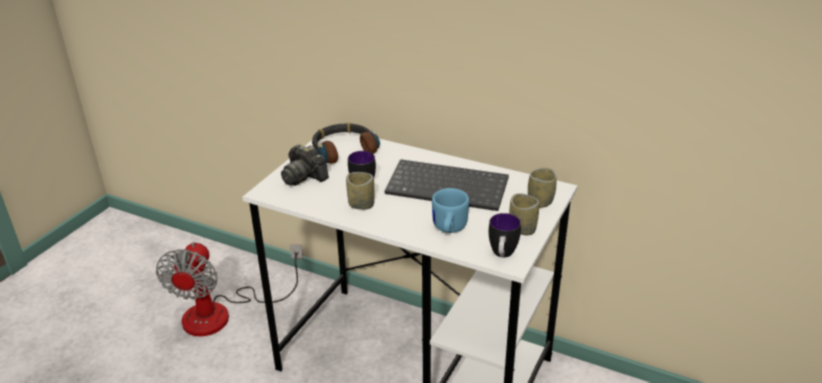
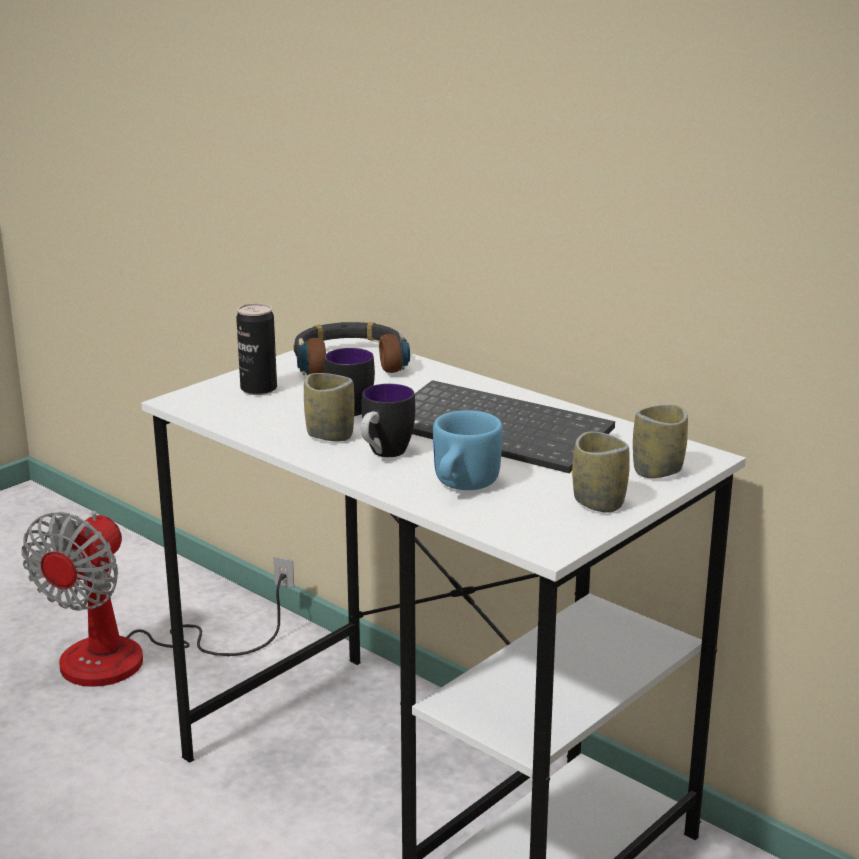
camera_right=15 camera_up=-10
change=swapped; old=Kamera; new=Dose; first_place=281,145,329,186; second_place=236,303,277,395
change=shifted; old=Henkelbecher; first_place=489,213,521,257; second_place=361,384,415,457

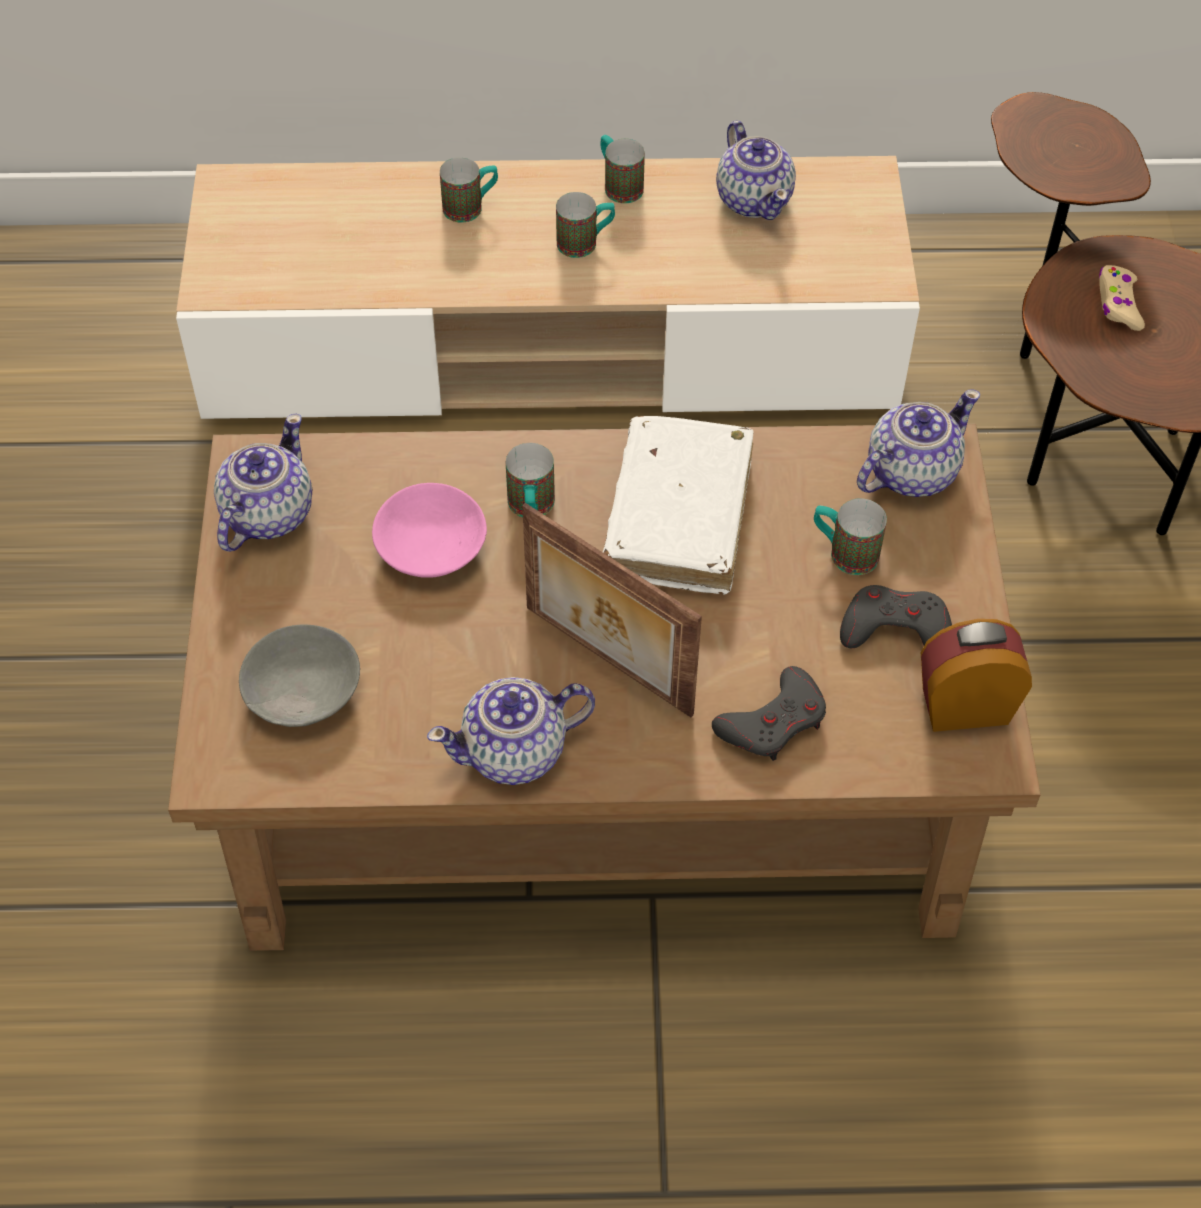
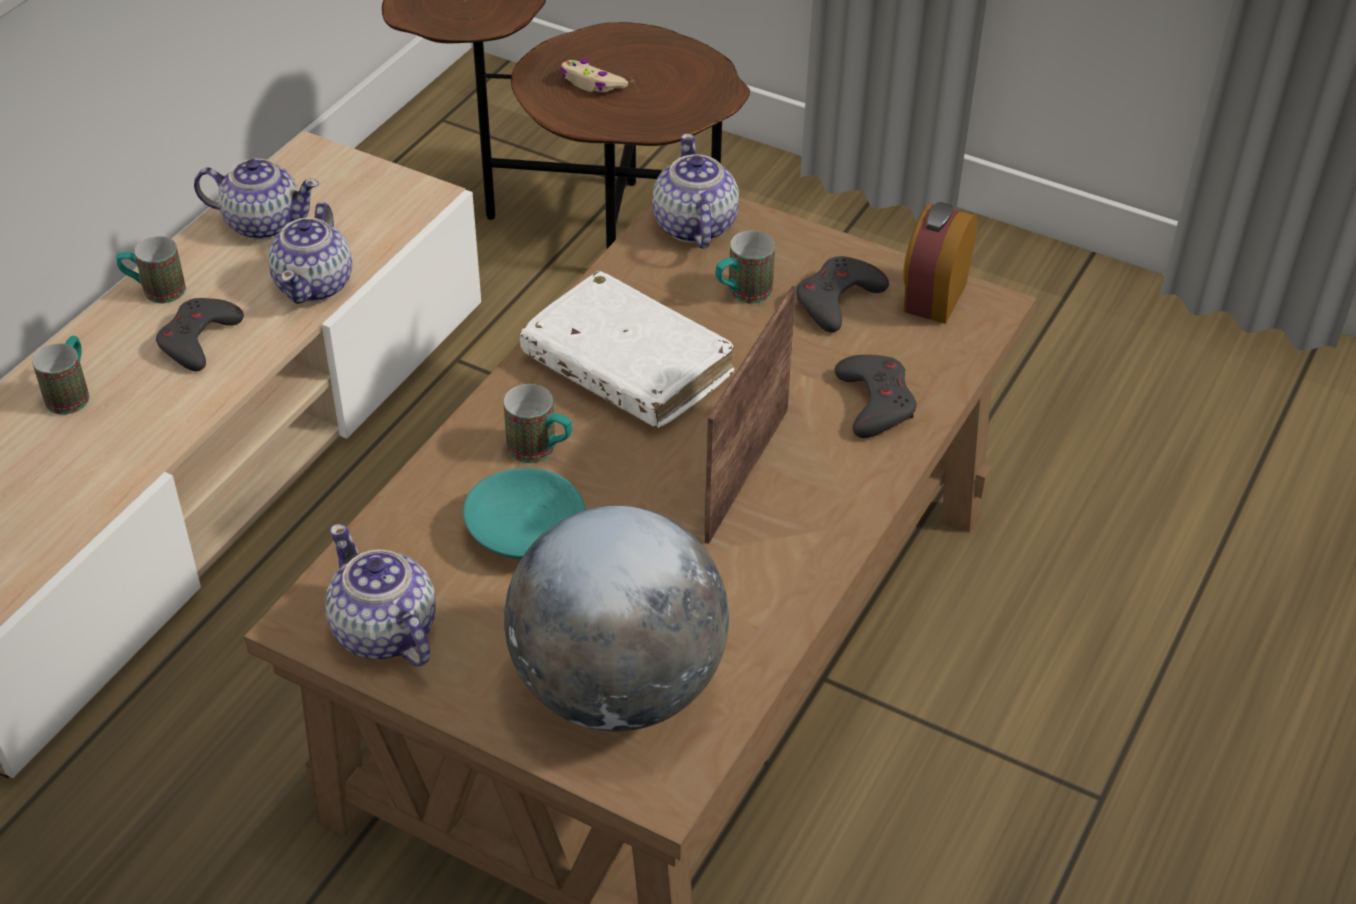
camera_right=-60 camera_up=-10
change=swapped; old=Henkelbecher; new=Gamepad/grau; first_place=556,192,615,258; second_place=156,298,244,371
change=repainted; old=Schüssel/rosa; new=Schüssel/türkis; first_place=372,483,487,578; second_place=463,468,585,559
change=rotated; old=Bilderrahmen; first_place=522,503,702,717; second_place=704,286,796,544; degrees=135
change=swapped; old=Schüssel/grau; new=Globus; first_place=239,625,360,727; second_place=504,506,729,732
change=shifted; old=Teekanne; first_place=427,677,595,785; second_place=268,202,352,304

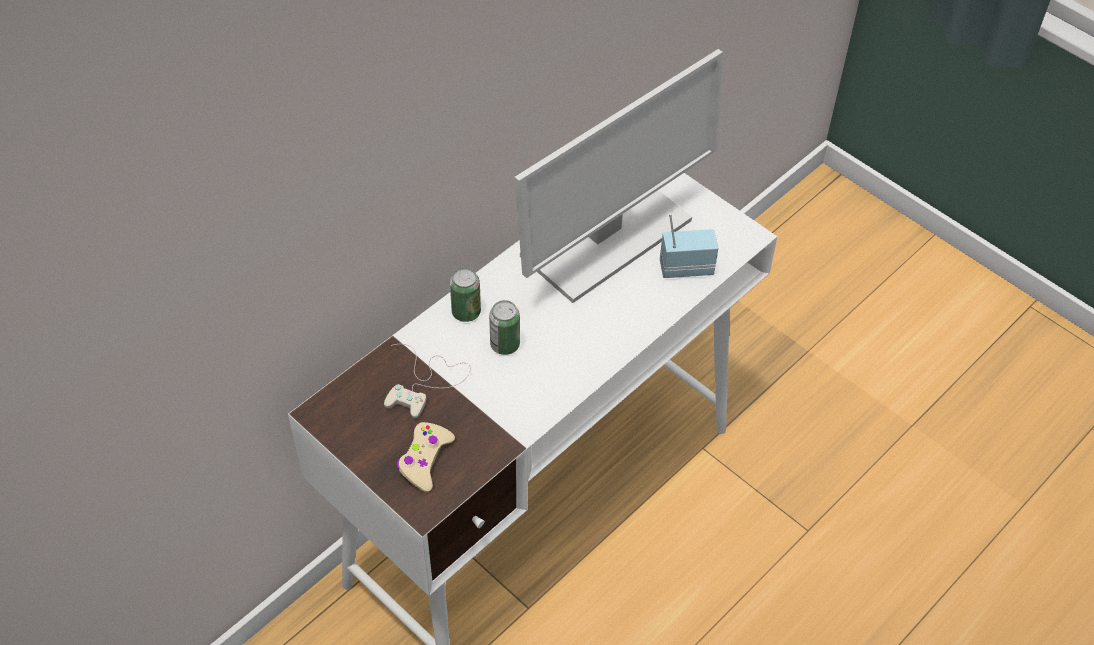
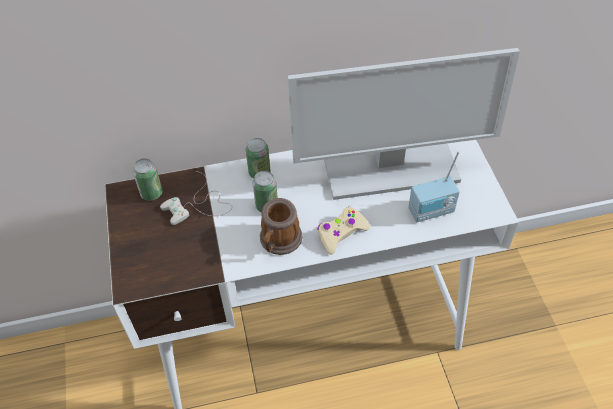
camera_right=35 camera_up=0
change=rotated; old=Radio; first_place=660,213,718,278; second_place=408,151,460,222; degrees=135
change=shifted; old=Gamepad/beige; first_place=397,422,455,492; second_place=317,207,370,255
change=new; new=Dose; second_place=133,158,163,201
change=new; new=Henkelbecher; second_place=260,198,303,255

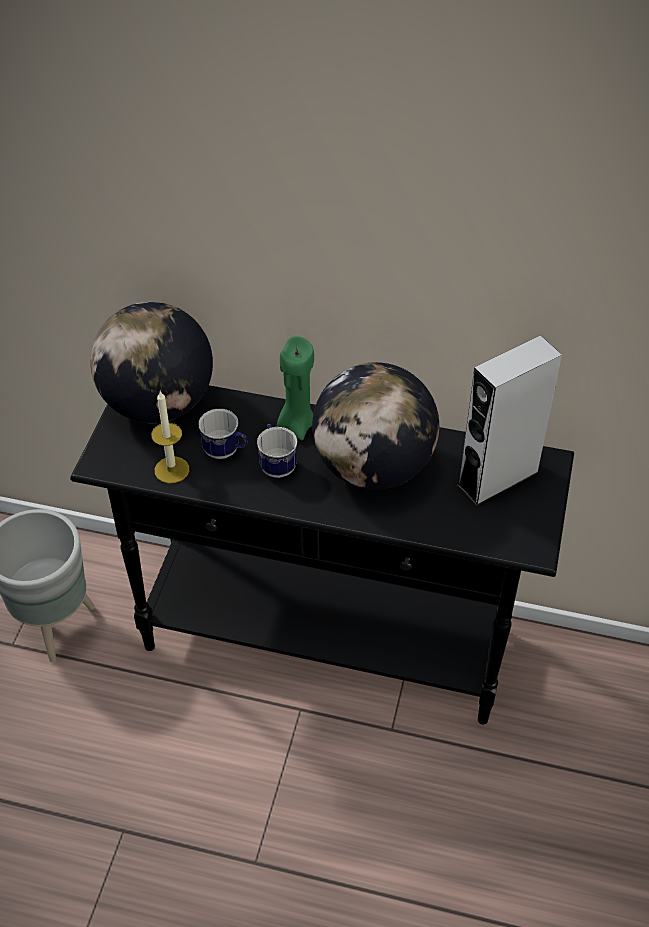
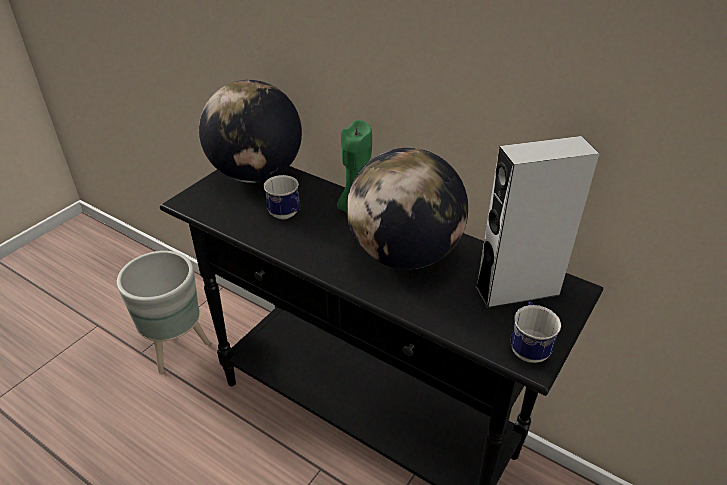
camera_right=20 camera_up=-10
change=gone; old=Kerze; first_place=151,391,189,483
change=shifted; old=Henkelbecher; first_place=257,424,297,478; second_place=511,302,561,363

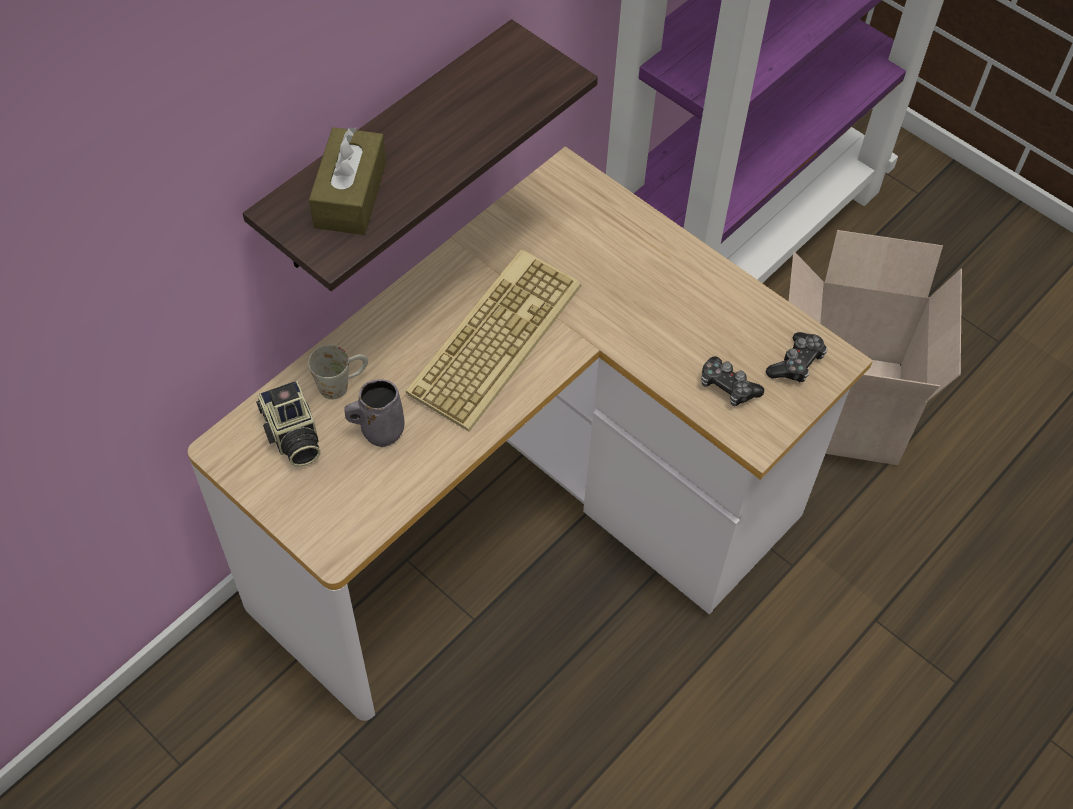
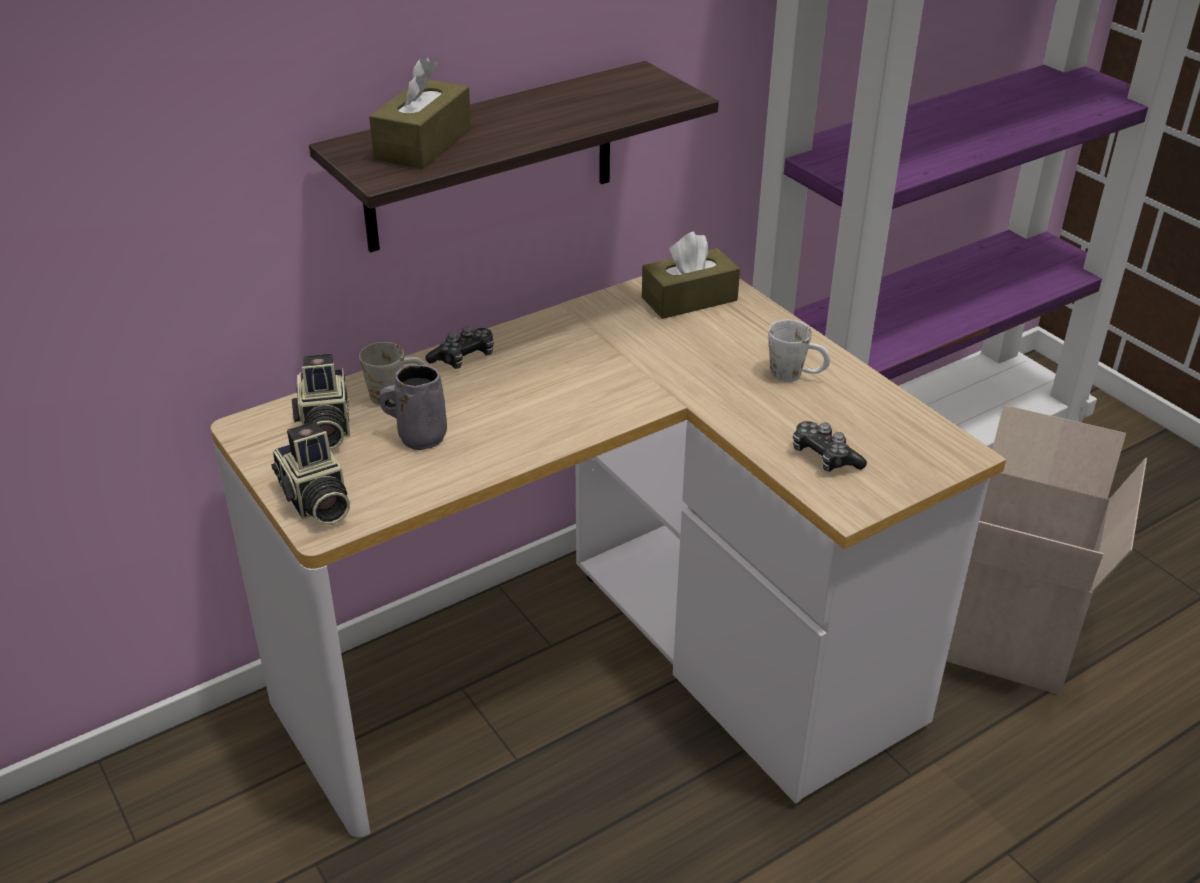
camera_right=15 camera_up=-20
change=gone; old=Tastatur; first_place=406,249,581,432
change=shifted; old=Gamepad; first_place=766,332,827,382; second_place=425,326,494,369
change=new; new=Taschentuchbox/braun; second_place=642,231,740,319
change=new; new=Henkelbecher/weiß; second_place=768,320,830,382
change=new; new=Kamera; second_place=271,421,350,525

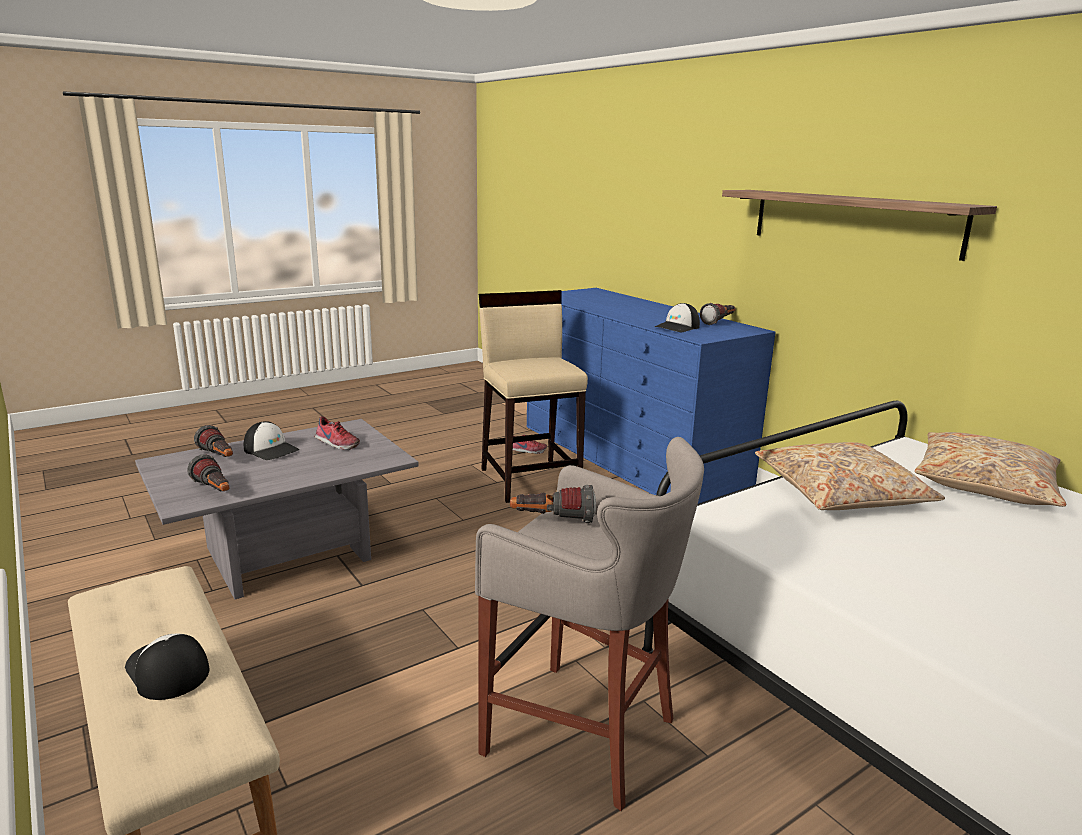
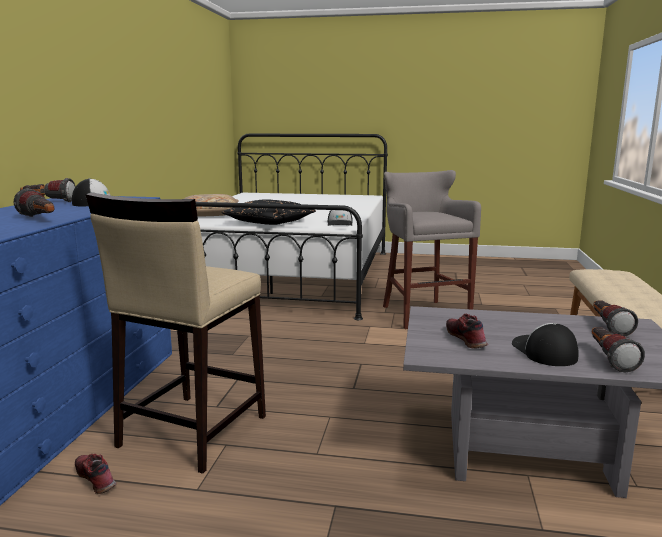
camera_right=-135 camera_up=-5
change=gone; old=Wandregal; first_place=722,190,997,261
change=repainted; old=Kissen/beige; new=Kissen/schwarz; first_place=755,442,945,510; second_place=222,199,316,225
change=shifted; old=Taschenlampe; first_place=510,485,596,523; second_place=14,188,54,217
change=shifted; old=Kappe; first_place=125,634,209,700; second_place=328,210,353,226

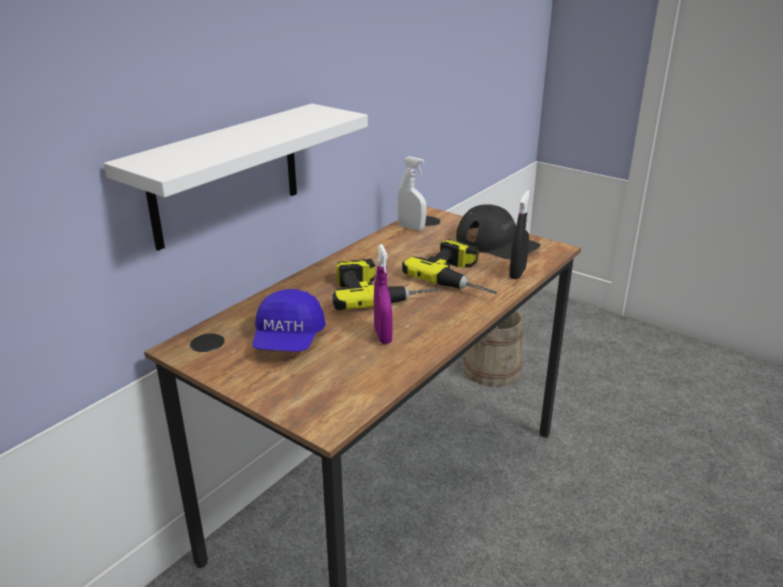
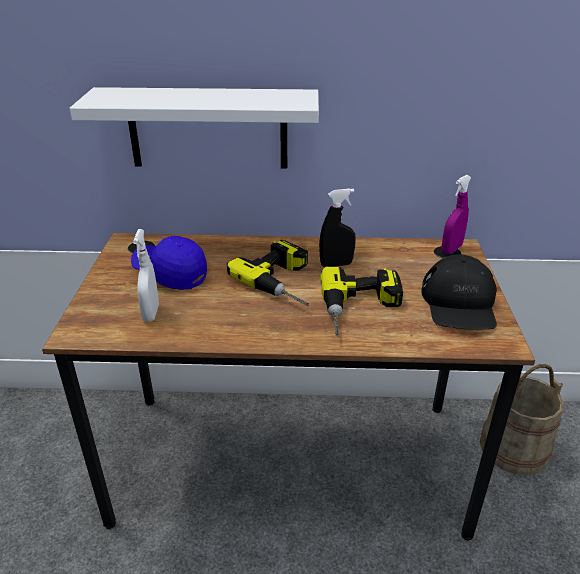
camera_right=55 camera_up=5
change=shifted; old=Sprühflasche/weiß; first_place=397,156,426,231; second_place=133,229,159,322
change=shifted; old=Sprühflasche/schwarz; first_place=509,190,530,279; second_place=319,188,356,267
change=shifted; old=Sprühflasche/lila; first_place=374,244,392,344; second_place=442,175,471,254
change=rotated; old=Kappe/blau; first_place=253,289,326,351; second_place=131,236,207,290; degrees=60

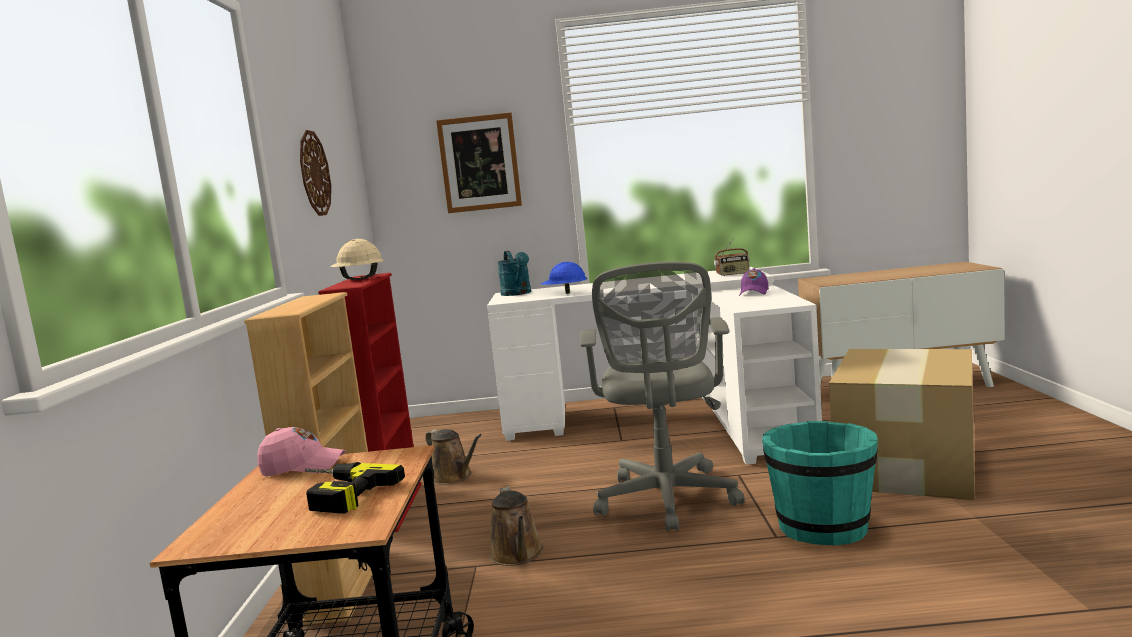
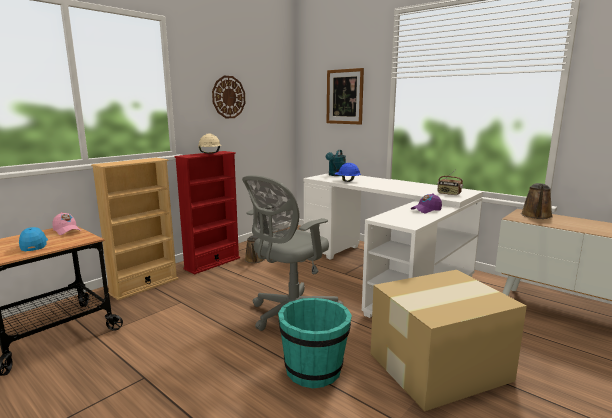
camera_right=40 camera_up=5
change=swapped; old=Bohrmaschine; new=Kappe/blau; first_place=305,462,405,513; second_place=19,227,48,251
change=shifted; old=Gießkanne/braun; first_place=489,487,543,566; second_place=521,183,553,219

